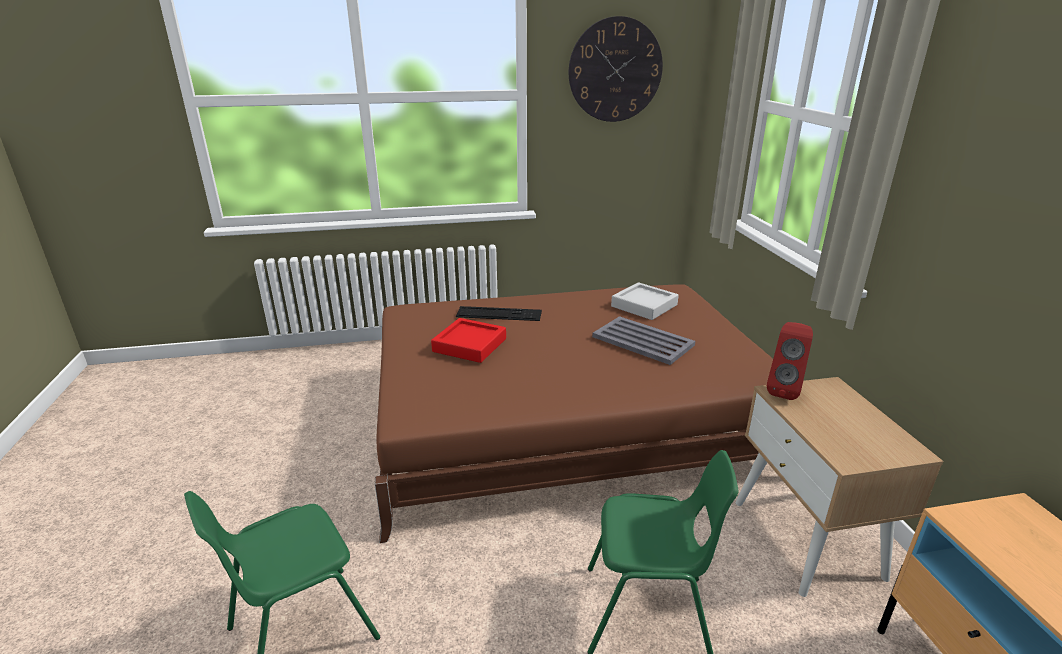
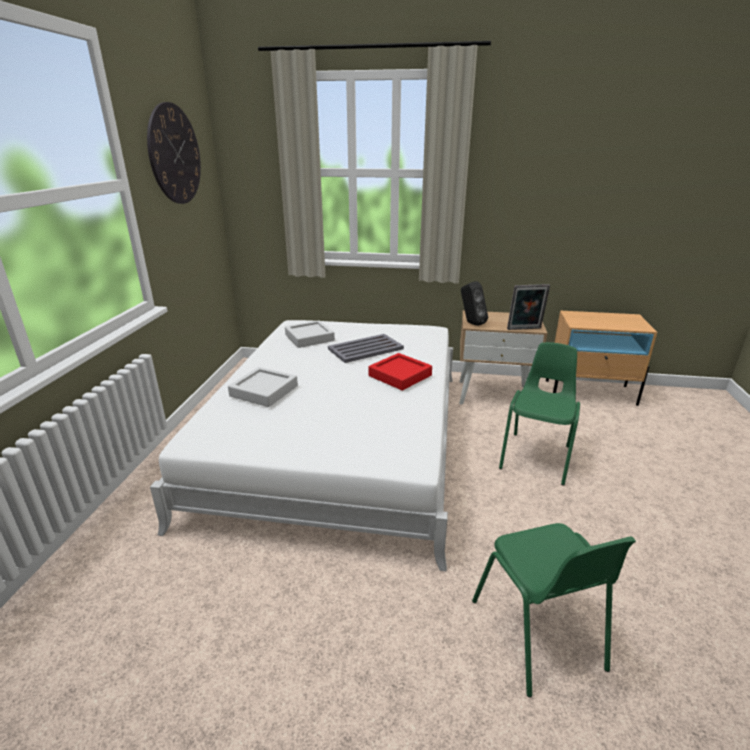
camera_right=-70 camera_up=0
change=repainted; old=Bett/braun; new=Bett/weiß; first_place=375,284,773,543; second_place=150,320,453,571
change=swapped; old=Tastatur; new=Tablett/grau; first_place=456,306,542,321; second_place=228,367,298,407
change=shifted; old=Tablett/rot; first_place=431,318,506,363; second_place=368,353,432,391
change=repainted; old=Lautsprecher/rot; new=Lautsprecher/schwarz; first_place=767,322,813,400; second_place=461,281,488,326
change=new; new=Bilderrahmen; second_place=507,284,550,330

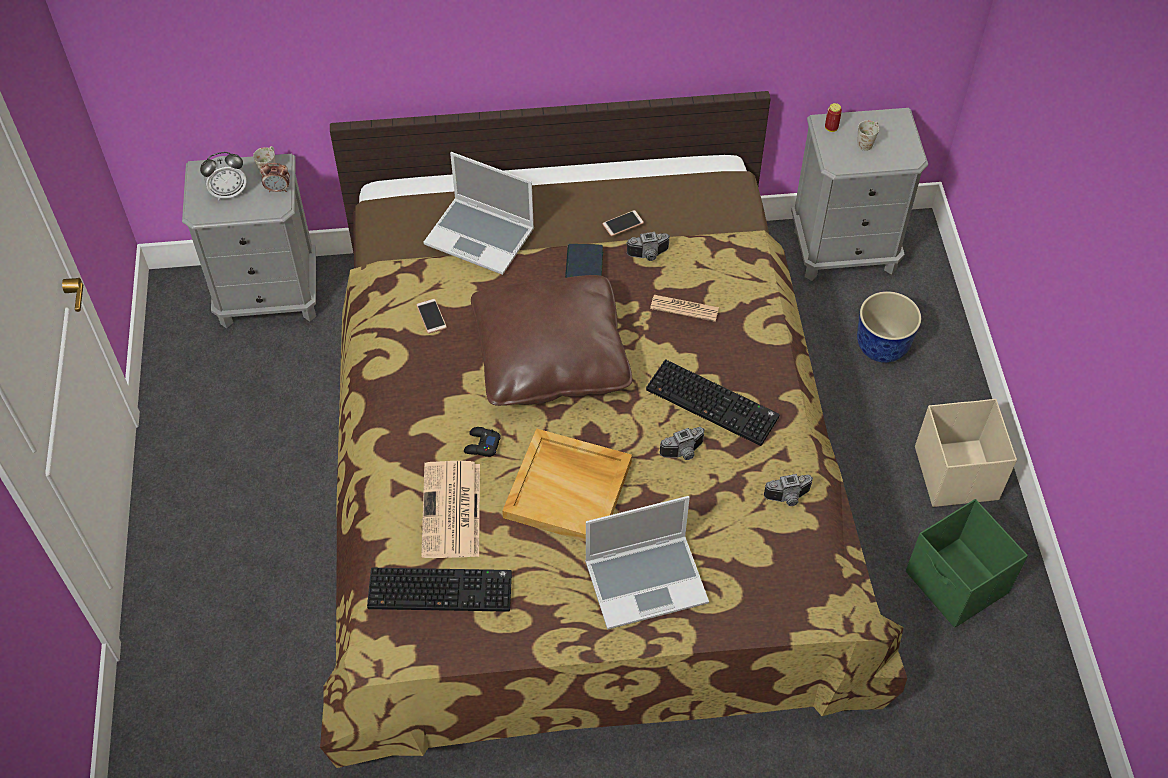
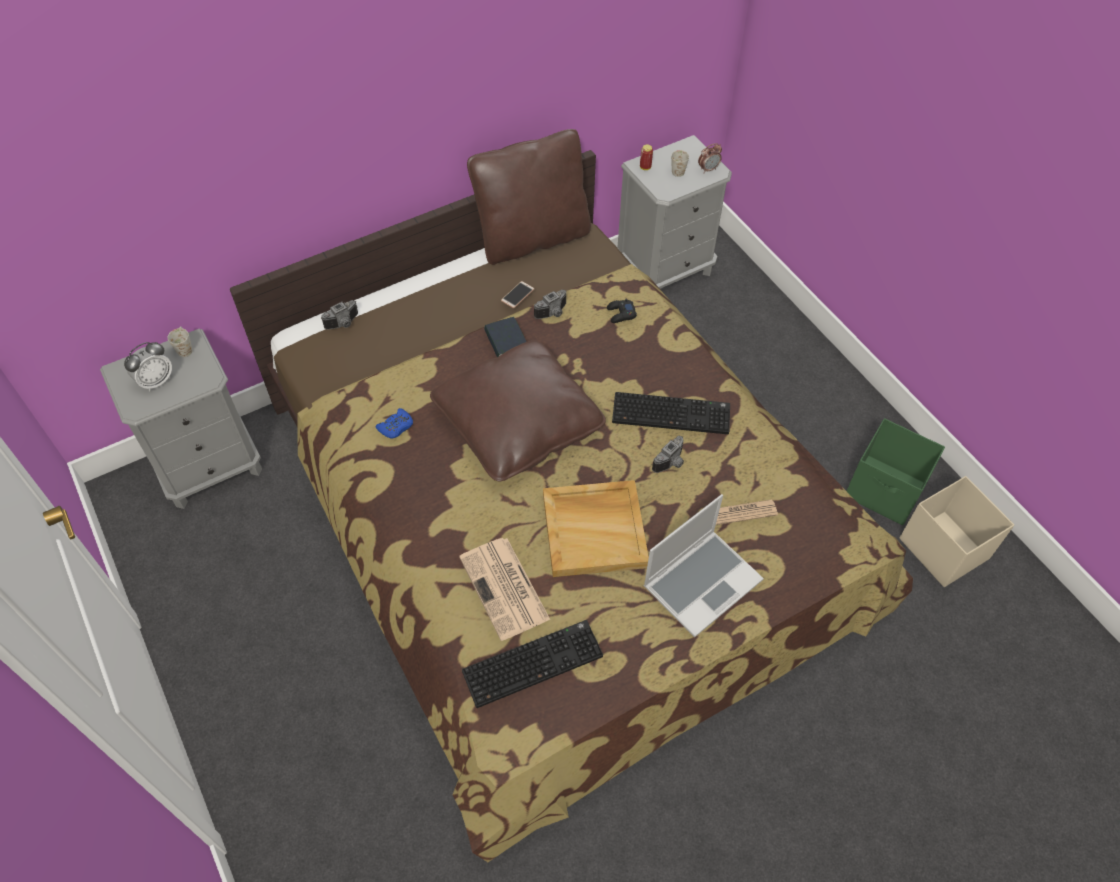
camera_right=-25 camera_up=0
change=gone; old=Laptop; first_place=423,152,534,275
change=shifted; old=Wecker; first_place=260,163,290,193; second_place=698,143,722,173
change=gone; old=Pflanzkübel; first_place=857,291,921,363
change=shifted; old=Zeitung; first_place=650,295,719,322; second_place=716,500,778,525
change=swapped; old=Handy; new=Gamepad/blau; first_place=416,299,447,334; second_place=376,408,413,438
change=shifted; old=Aufbewahrungsbox/beige; first_place=915,399,1017,507; second_place=900,476,1014,587
change=shifted; old=Gamepad/schwarz; first_place=464,427,501,457; second_place=607,299,637,323
change=shifted; old=Kamera; first_place=764,474,813,506; second_place=321,300,358,330
change=new; new=Kissen/braun; second_place=467,129,591,265

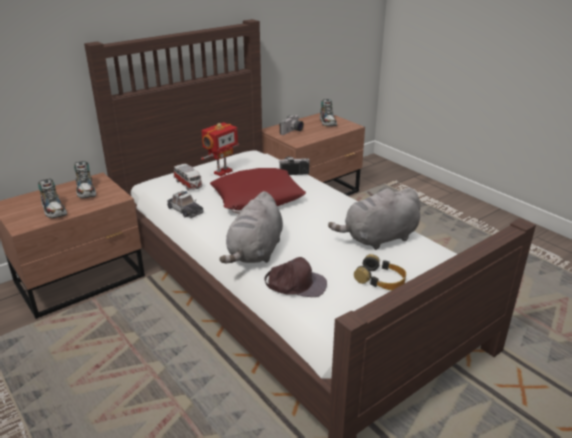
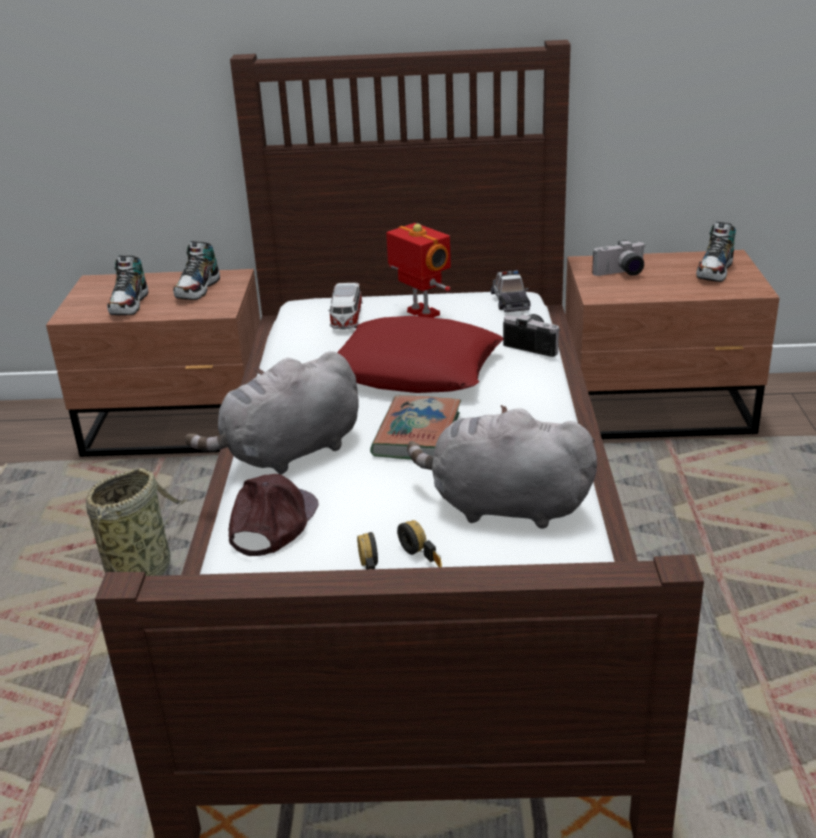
camera_right=40 camera_up=0
change=rotated; old=Spielzeugroboter; first_place=201,122,239,176; second_place=386,223,451,318; degrees=-120
change=shifted; old=Spielzeugauto; first_place=167,191,204,218; second_place=491,270,530,312
change=rotated; old=Kappe/braun; first_place=264,257,327,297; second_place=228,474,319,556; degrees=-120
change=new; new=Buch; second_place=370,395,461,460
change=new; new=Korb; second_place=86,468,188,614

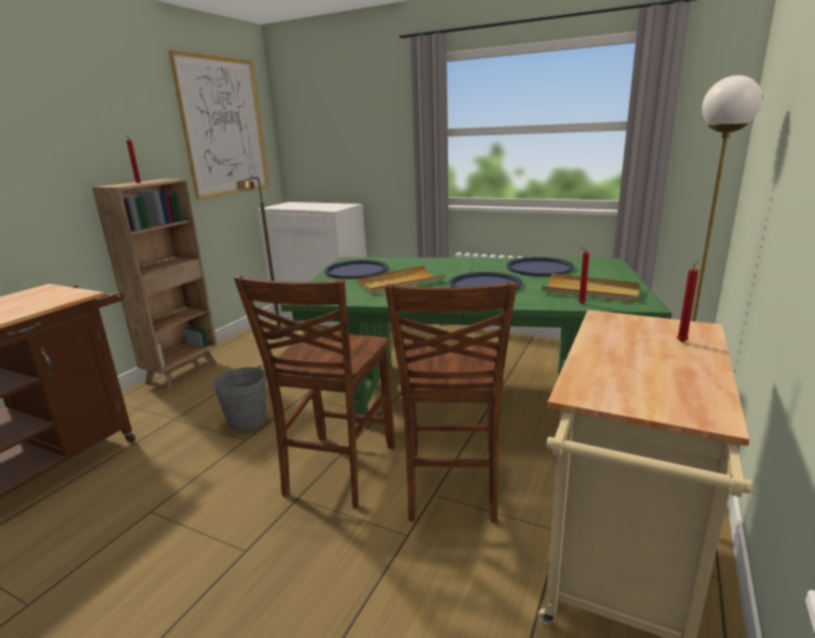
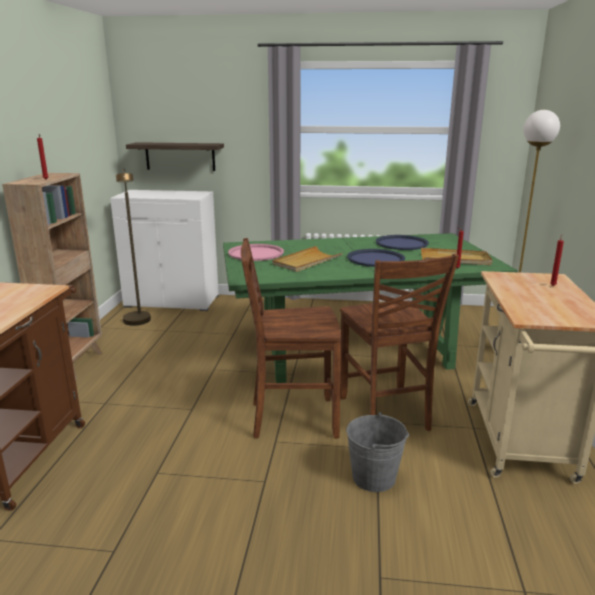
camera_right=-20 camera_up=0
change=gone; old=Bild; first_place=168,50,270,200
change=repainted; old=Tablett/blau; new=Tablett/rosa; first_place=324,260,388,279; second_place=228,244,284,261
change=rotated; old=Stuhl/braun; first_place=234,276,395,508; second_place=241,238,341,439; degrees=90
change=shifted; old=Eimer/grau; first_place=212,366,266,431; second_place=346,412,409,492
change=new; new=Wandregal; second_place=126,142,224,171

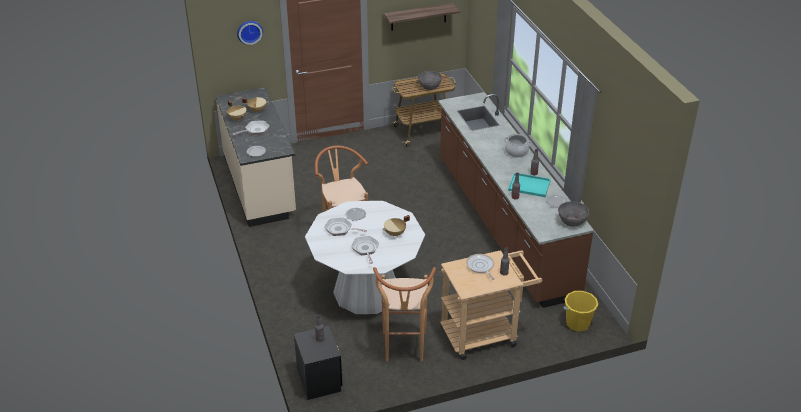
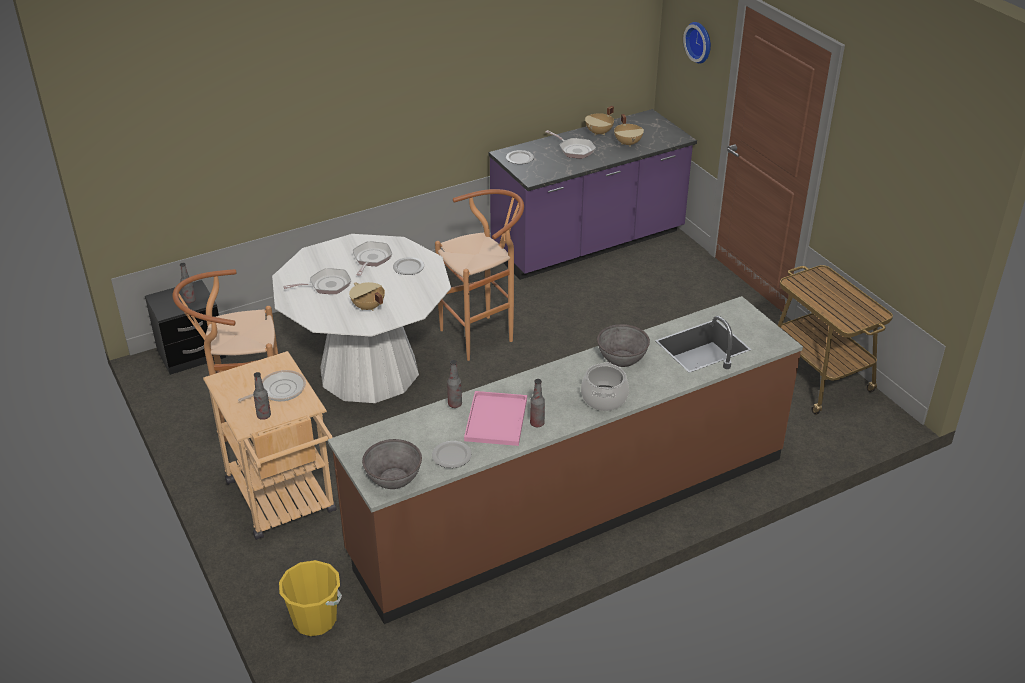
camera_right=80 camera_up=0
change=gone; old=Wandregal; first_place=384,3,460,31
change=shifted; old=Schüssel/grau; first_place=418,71,442,90; second_place=597,324,650,367
change=repainted; old=Küchenzeile/beige; new=Küchenzeile/lila; first_place=216,87,296,227; second_place=489,109,697,280
change=repainted; old=Tablett/türkis; new=Tablett/rosa; first_place=508,172,551,197; second_place=464,391,527,446

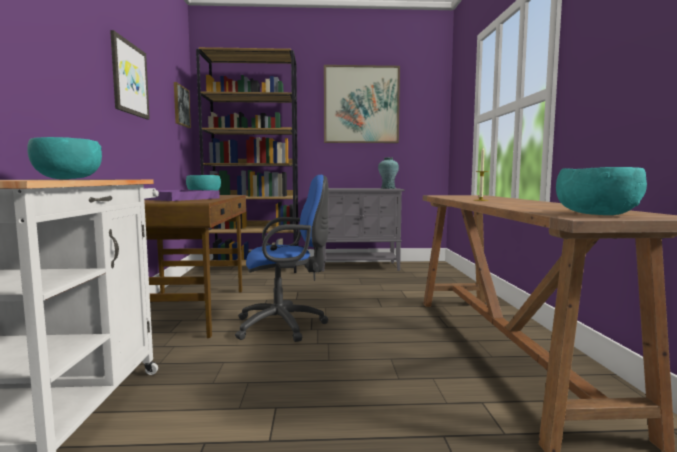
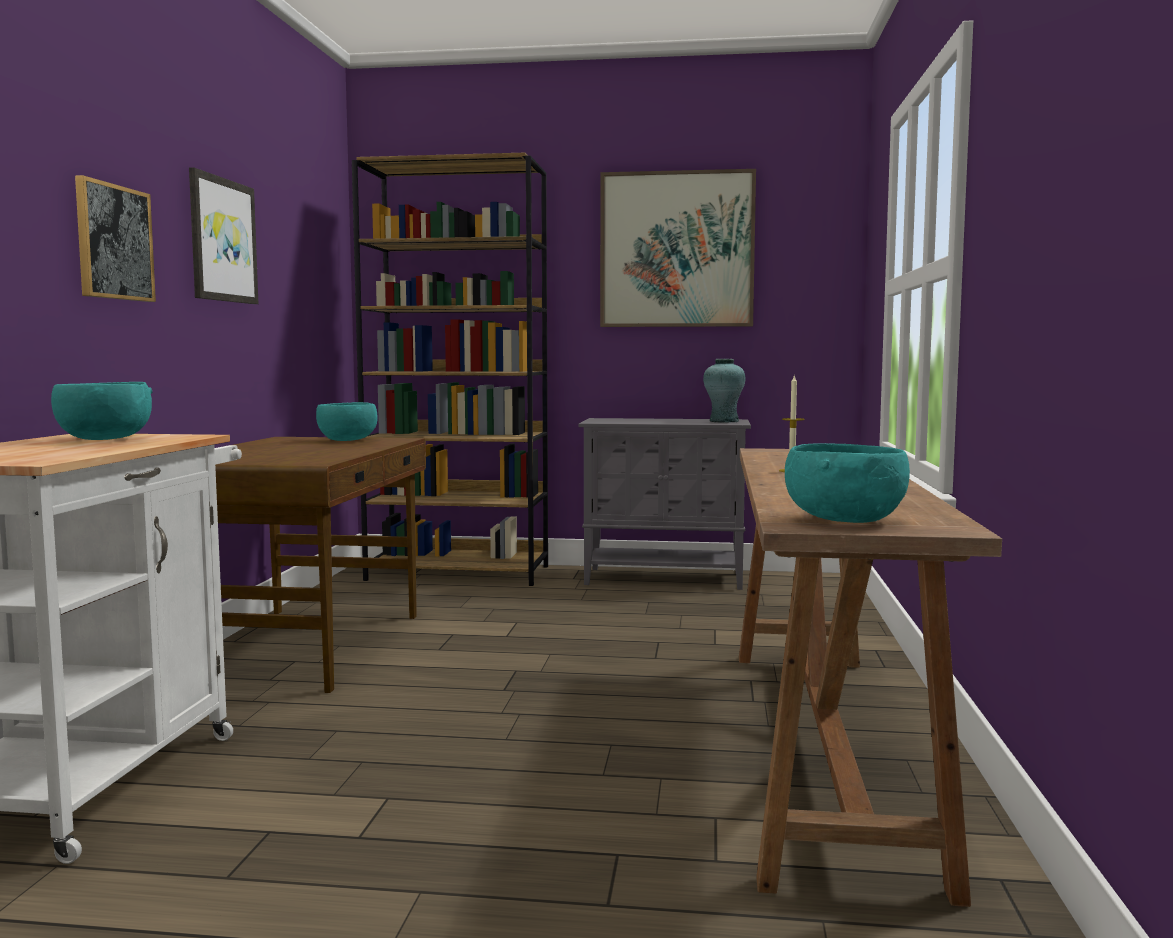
camera_right=10 camera_up=0
change=shifted; old=Bild; first_place=174,82,191,128; second_place=75,175,156,302
change=gone; old=Bürostuhl/blau; first_place=235,175,329,342
change=gone; old=Tablett/lila; first_place=144,190,220,201

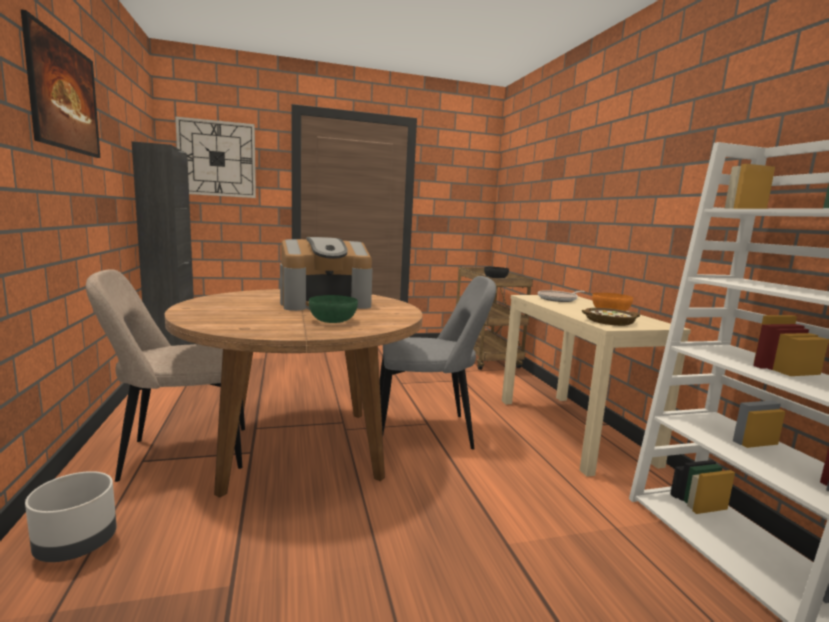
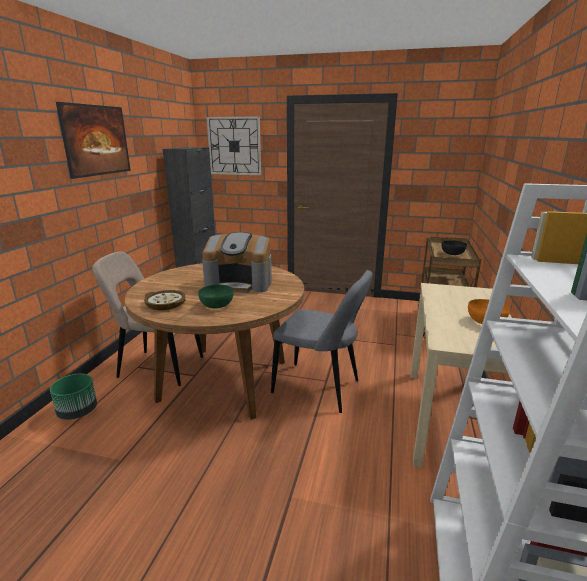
camera_right=30 camera_up=10
change=gone; old=Pfanne; first_place=538,290,585,302
change=shifted; old=Schüssel; first_place=582,308,640,326; second_place=144,290,186,310
change=repainted; old=Pflanzkübel/grau; new=Pflanzkübel/grün; first_place=25,471,117,562; second_place=50,374,97,420

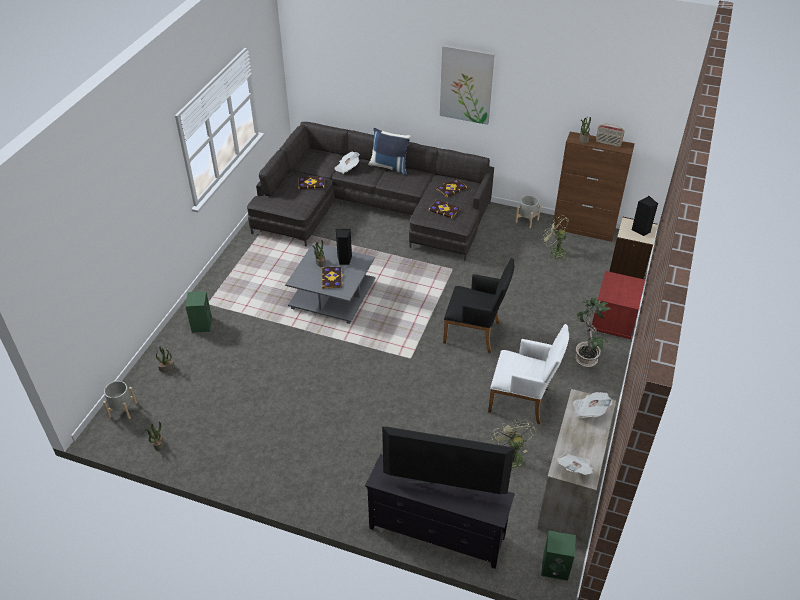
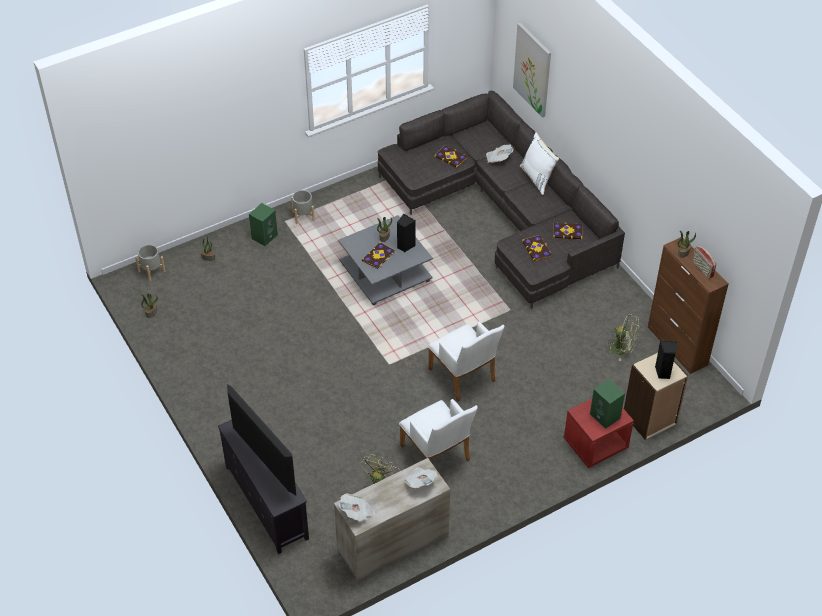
camera_right=40 camera_up=5
change=shifted; old=Bild; first_place=440,45,495,125; second_place=513,23,551,118
change=repainted; old=Kissen/blau; new=Kissen/weiß; first_place=368,128,411,175; second_place=520,132,559,195
change=shifted; old=Pflanzkübel/grau; first_place=515,195,541,228; second_place=291,190,315,224
change=rotated; old=Ventilator/grün; first_place=541,215,569,261; second_place=606,313,640,361; degrees=120
change=repainted; old=Sessel/schwarz; new=Sessel/weiß; first_place=443,258,515,353; second_place=428,321,504,402
change=gone; old=Topfpflanze; first_place=573,296,610,367
change=shifted; old=Lautsprecher/grün; first_place=541,531,576,581; second_place=590,379,625,429

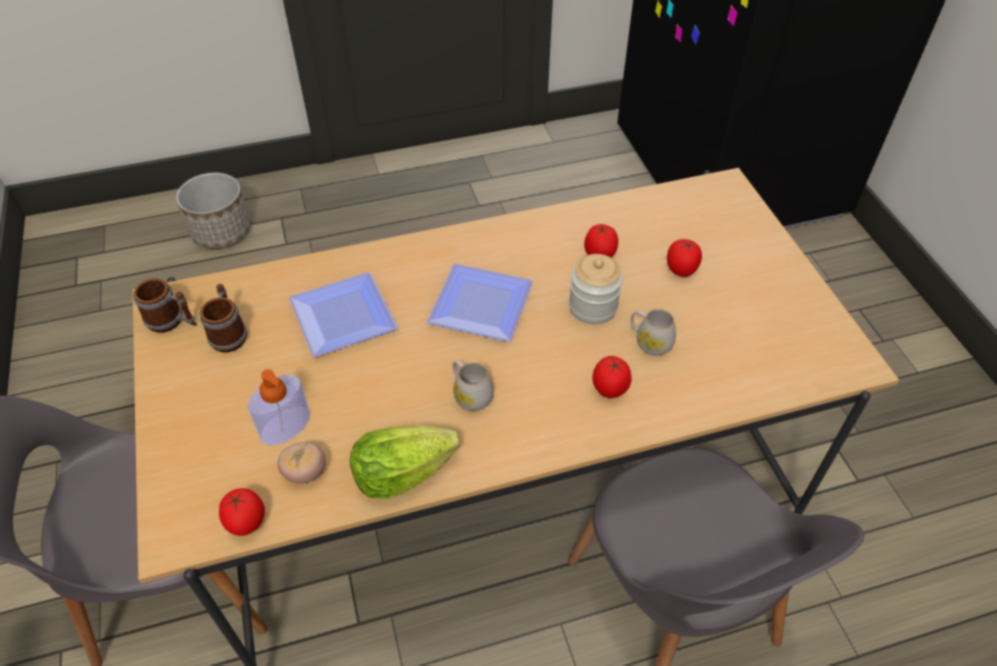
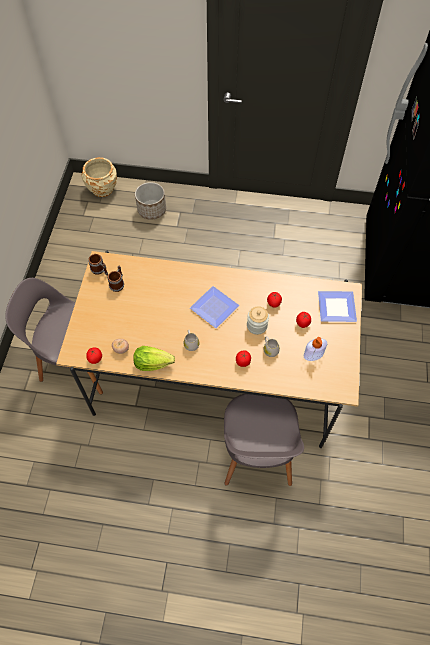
camera_right=25 camera_up=10
change=shifted; old=Teller; first_place=289,272,398,357; second_place=318,291,357,322
change=shifted; old=Seifenspender; first_place=248,369,310,445; second_place=304,337,327,361
change=new; new=Pflanzkübel/beige; second_place=82,157,117,197

